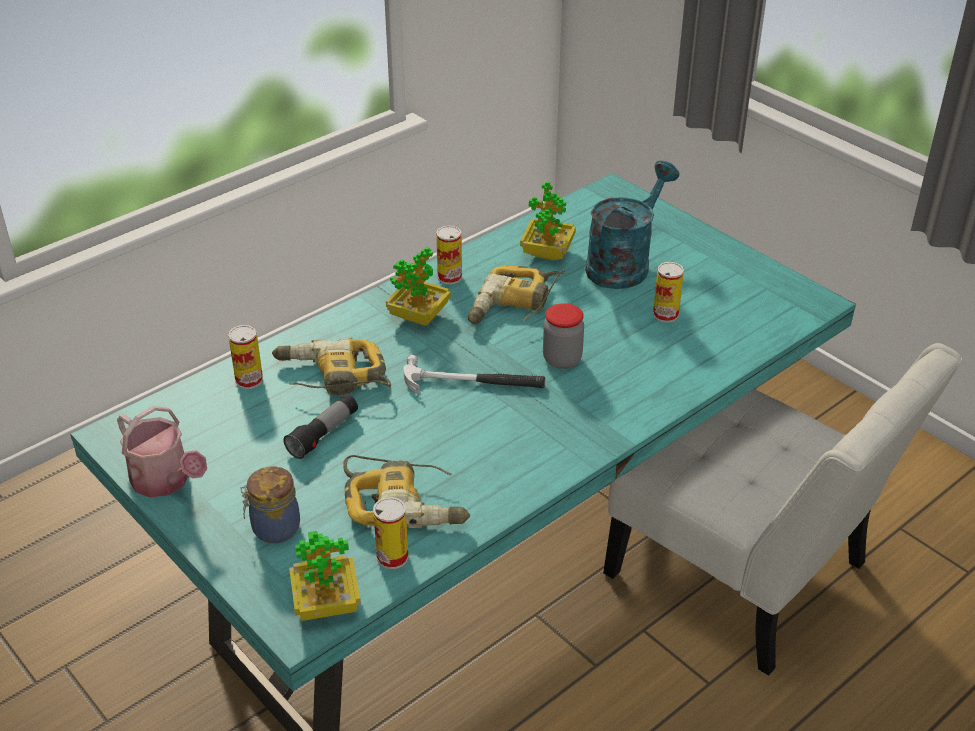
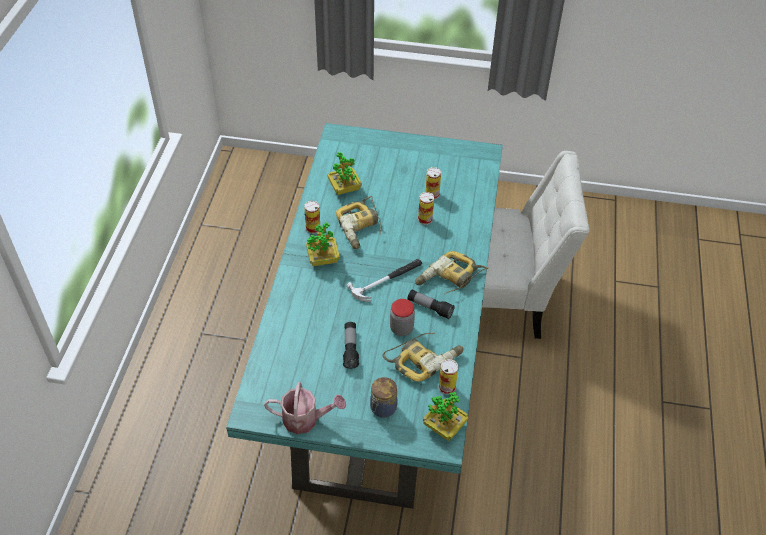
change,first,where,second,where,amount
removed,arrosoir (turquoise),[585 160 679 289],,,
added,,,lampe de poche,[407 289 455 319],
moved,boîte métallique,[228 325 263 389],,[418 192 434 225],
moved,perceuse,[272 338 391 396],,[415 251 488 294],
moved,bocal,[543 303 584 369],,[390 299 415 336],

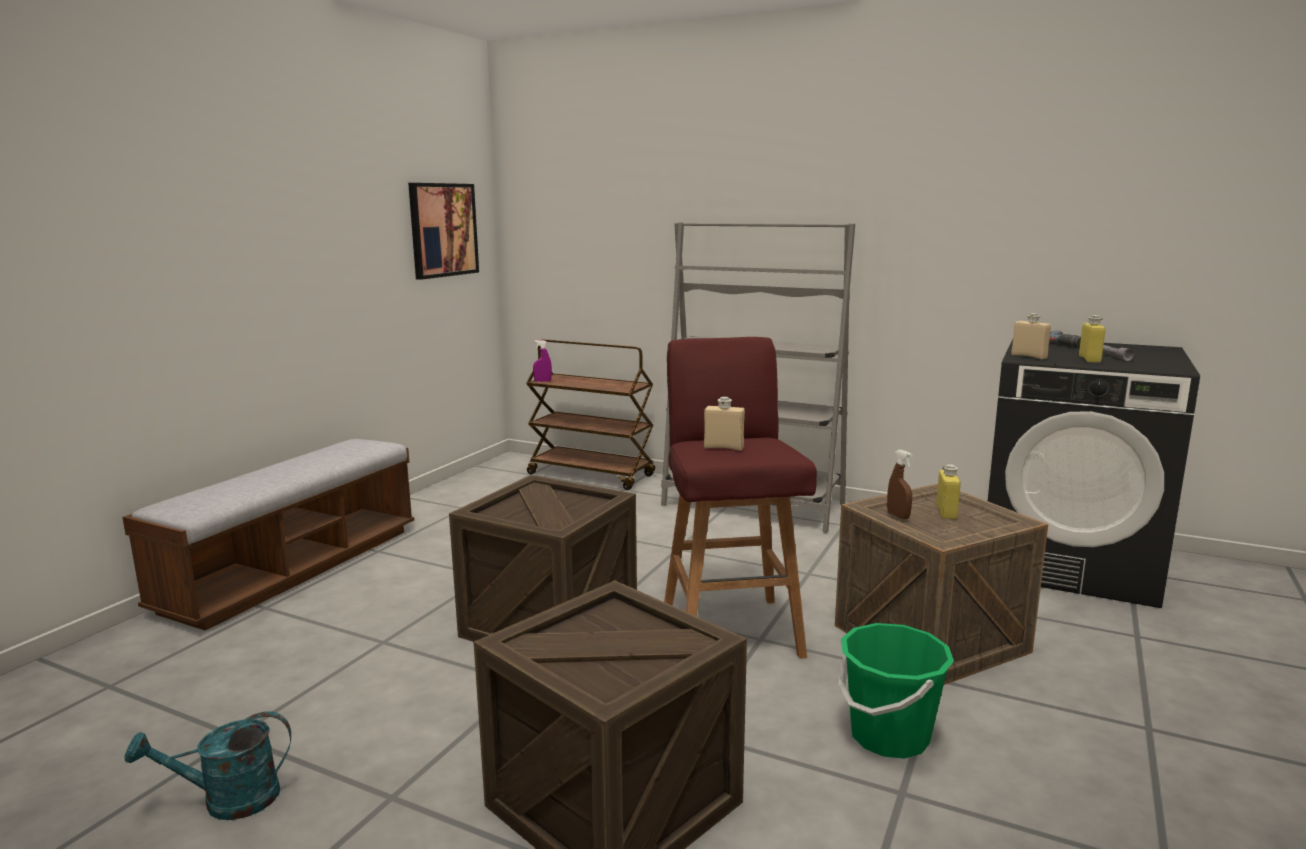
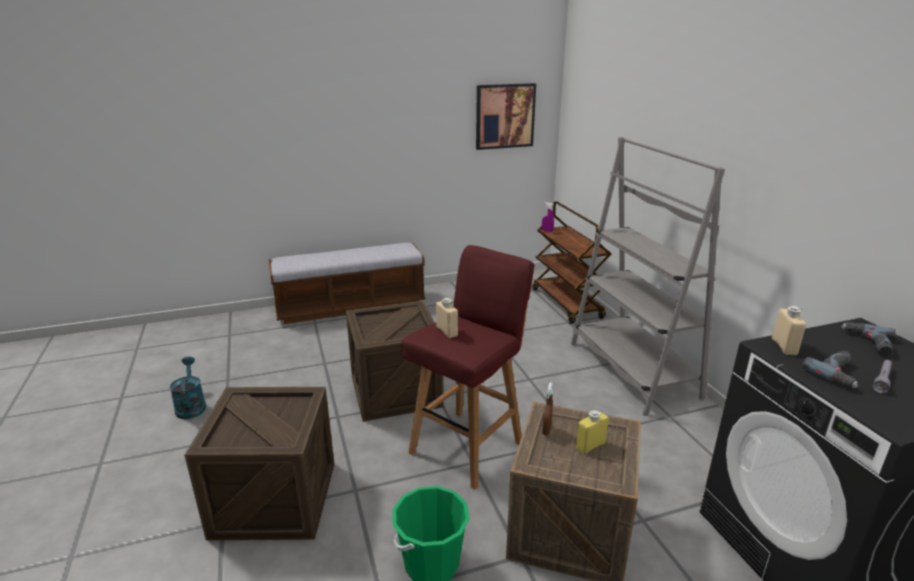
change,first,where,second,where,amount
replaced,bouteille (jaune),[1079 315 1106 363],perceuse,[802 351 858 389],
turned,arrosoir (turquoise),[124 711 291 820],,[170 357 206 419],45 degrees clockwise

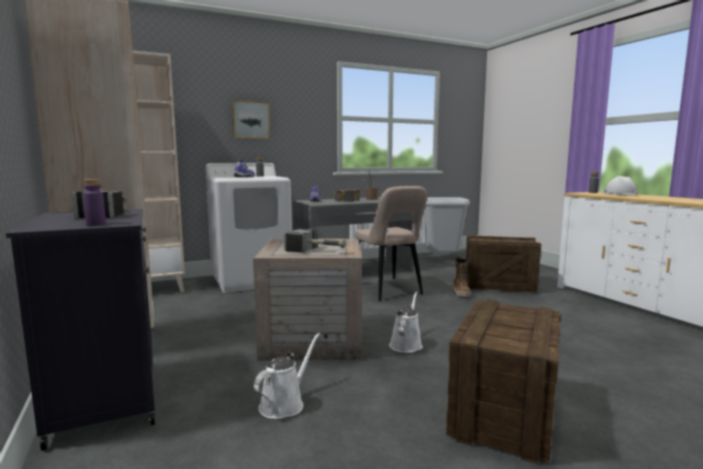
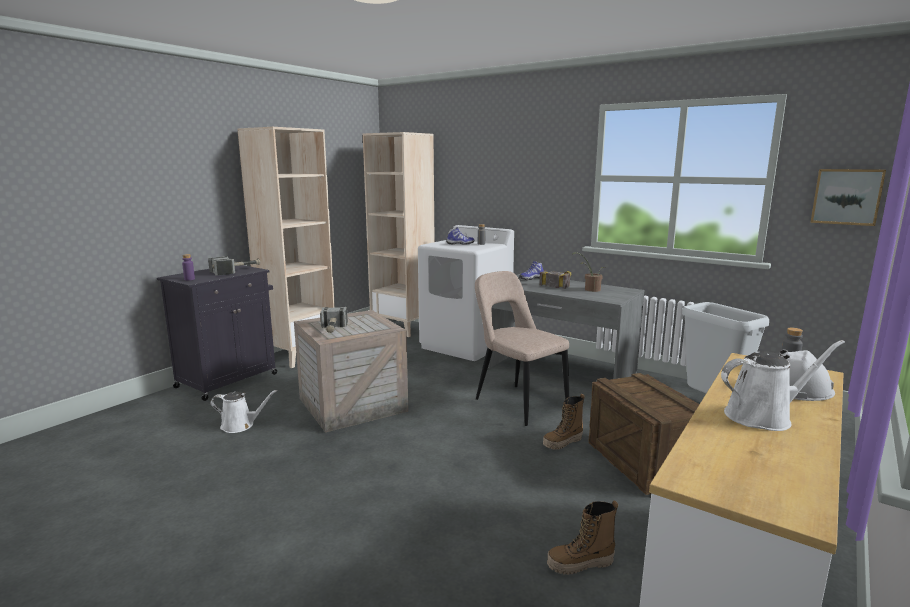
change,first,where,second,where,amount
removed,caisse,[446 299 561 464],,,
added,,,botte,[547 500 618 575],
moved,tableau,[232 100 270 139],,[810 169 886 226],
moved,arrosoir (blanc),[389 291 423 353],,[721 340 845 431],
turned,chaise (beige),[354 186 427 301],,[475 271 569 426],105 degrees clockwise

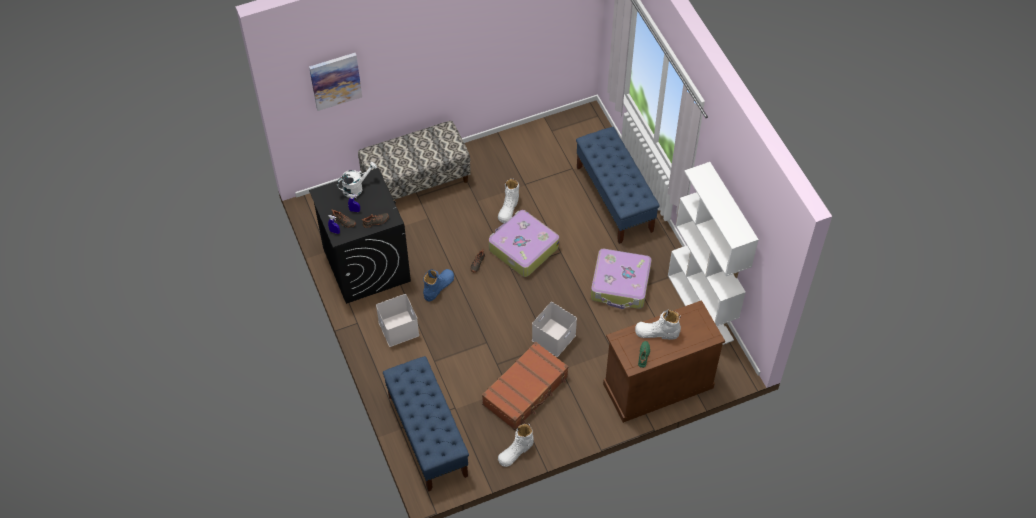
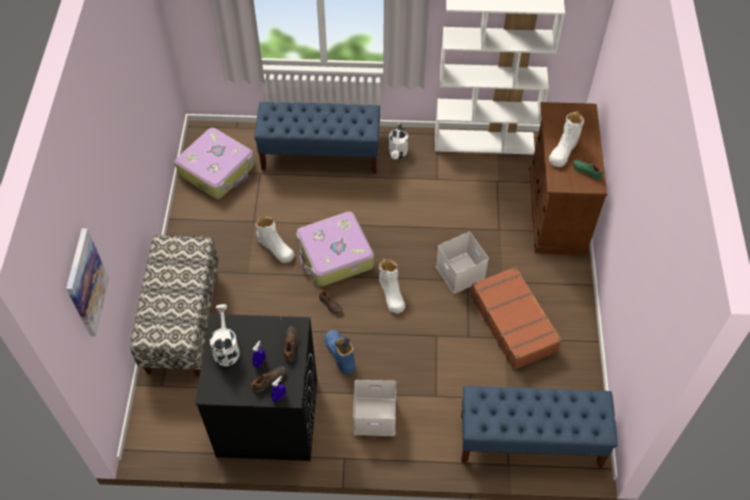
change,first,where,second,where,amount
added,,,arrosoir (blanc),[389 123 408 159],
moved,botte (blanc),[498 424 534 467],,[379 259 405 314],
moved,valise,[591 249 652 309],,[175 128 255 199],

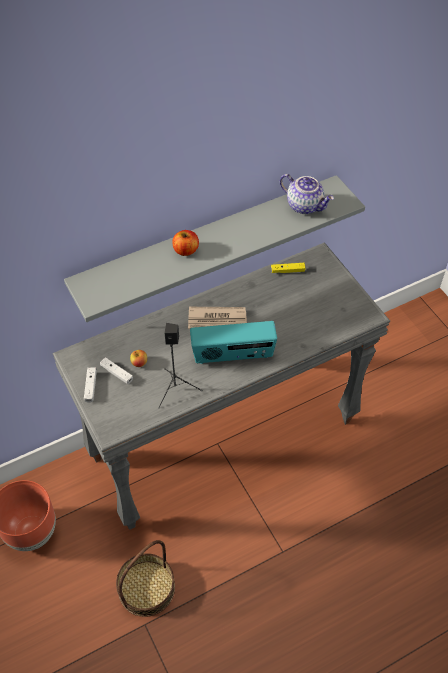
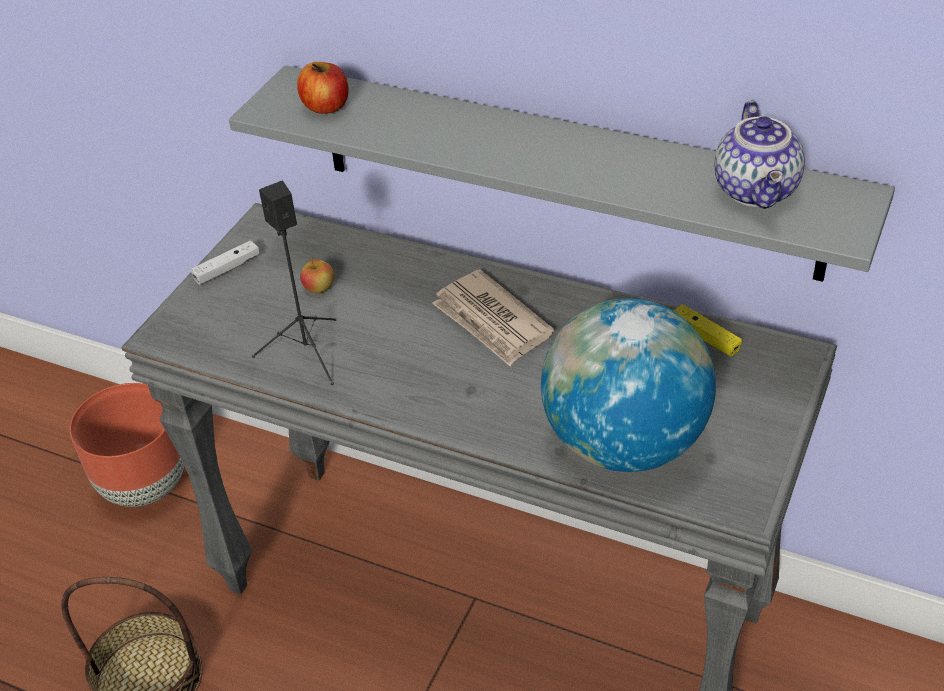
change,first,where,second,where,amount
removed,manette (blanc),[100 357 133 384],,,
removed,radio,[190 321 277 364],,,
added,,,globe,[541 298 716 472],
moved,pomme,[172 230 199 256],,[297 62 349 114],

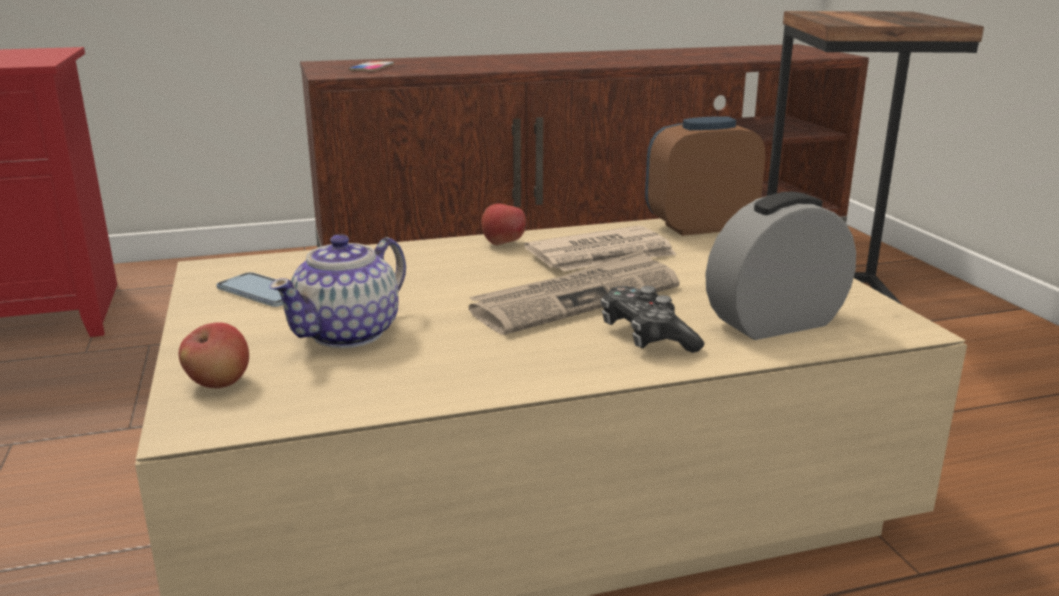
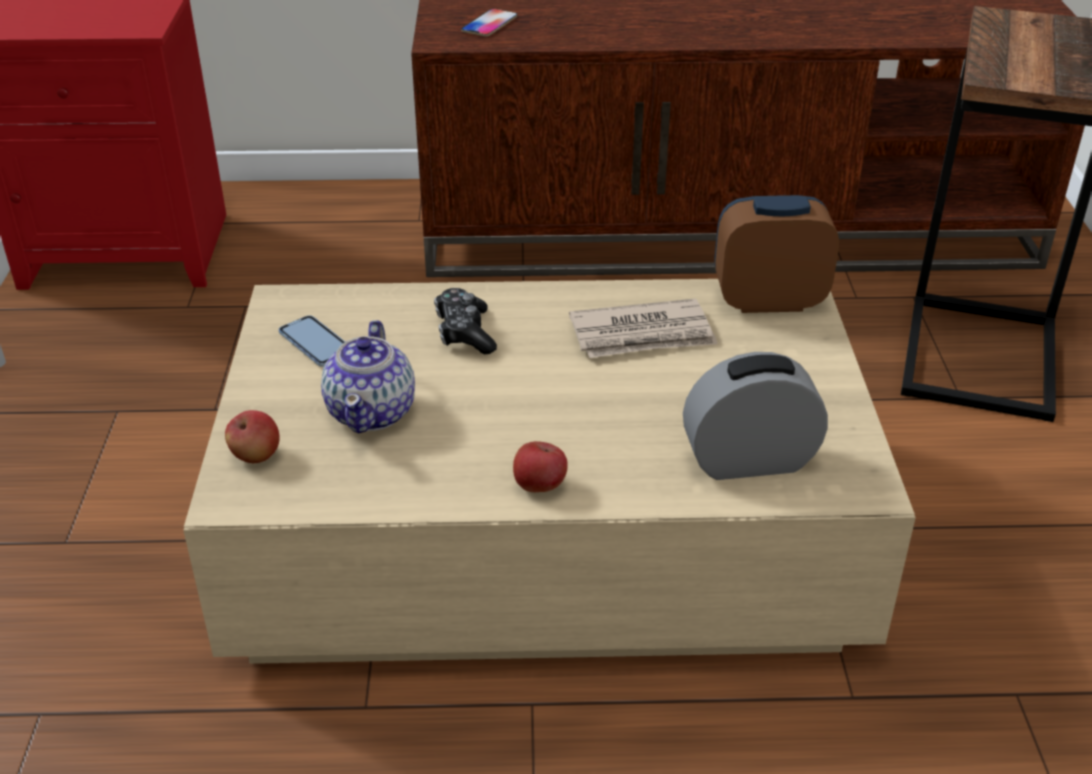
change,first,where,second,where,amount
removed,journal,[469 250 680 335],,,
moved,pomme,[481 204 526 245],,[513 441 568 492],
moved,manette,[601 286 704 353],,[434 288 497 355],
turned,théière,[269 234 406 348],,[321 320 415 433],45 degrees counterclockwise

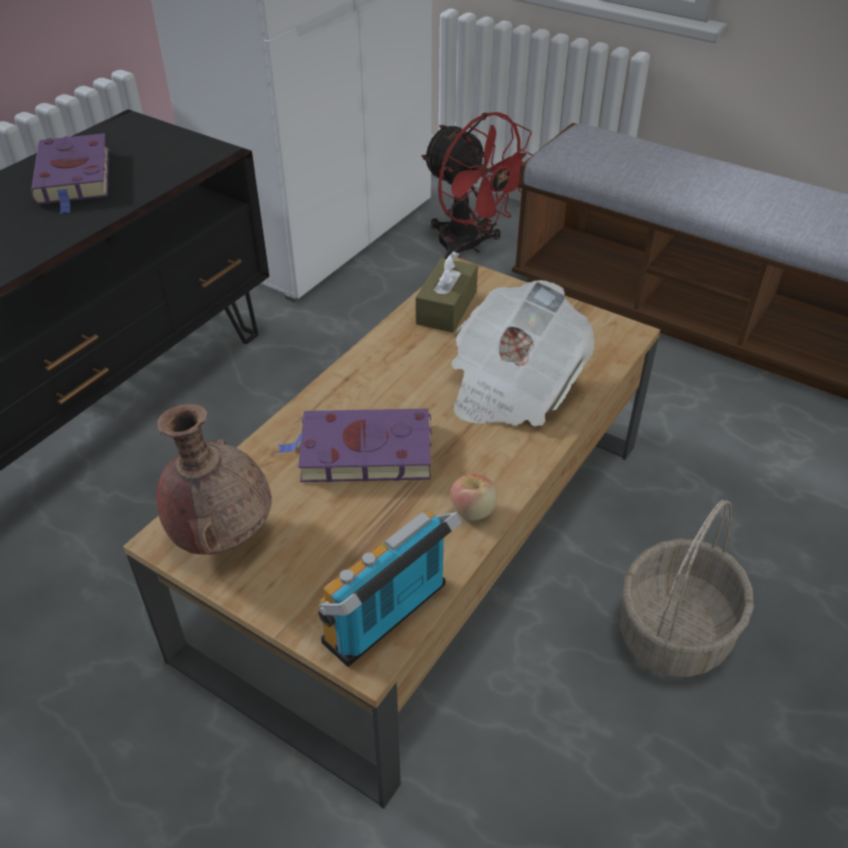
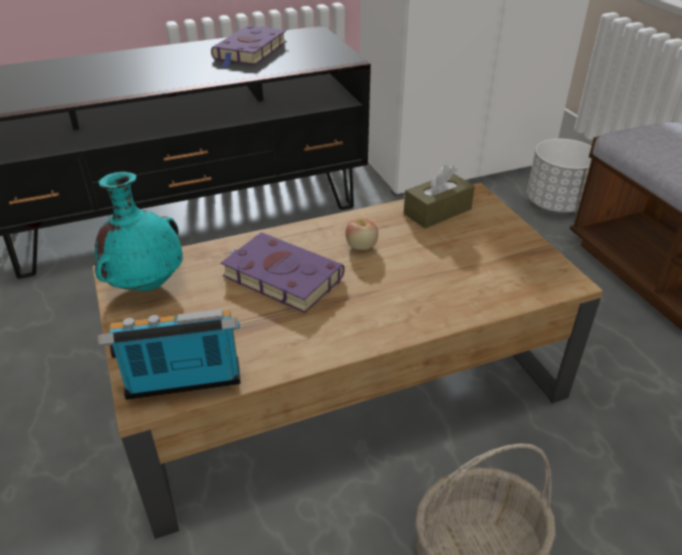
change,first,where,second,where,amount
removed,journal,[451 280 595 426],,,
moved,pomme,[450 474 497 520],,[346 218 378 250],
replaced,ventilateur (rouge),[421 112 532 259],cache-pot (blanc),[527 139 592 212],
recoloured,vase (marron),[156 404 272 555],vase (turquoise),[95 172 183 291],

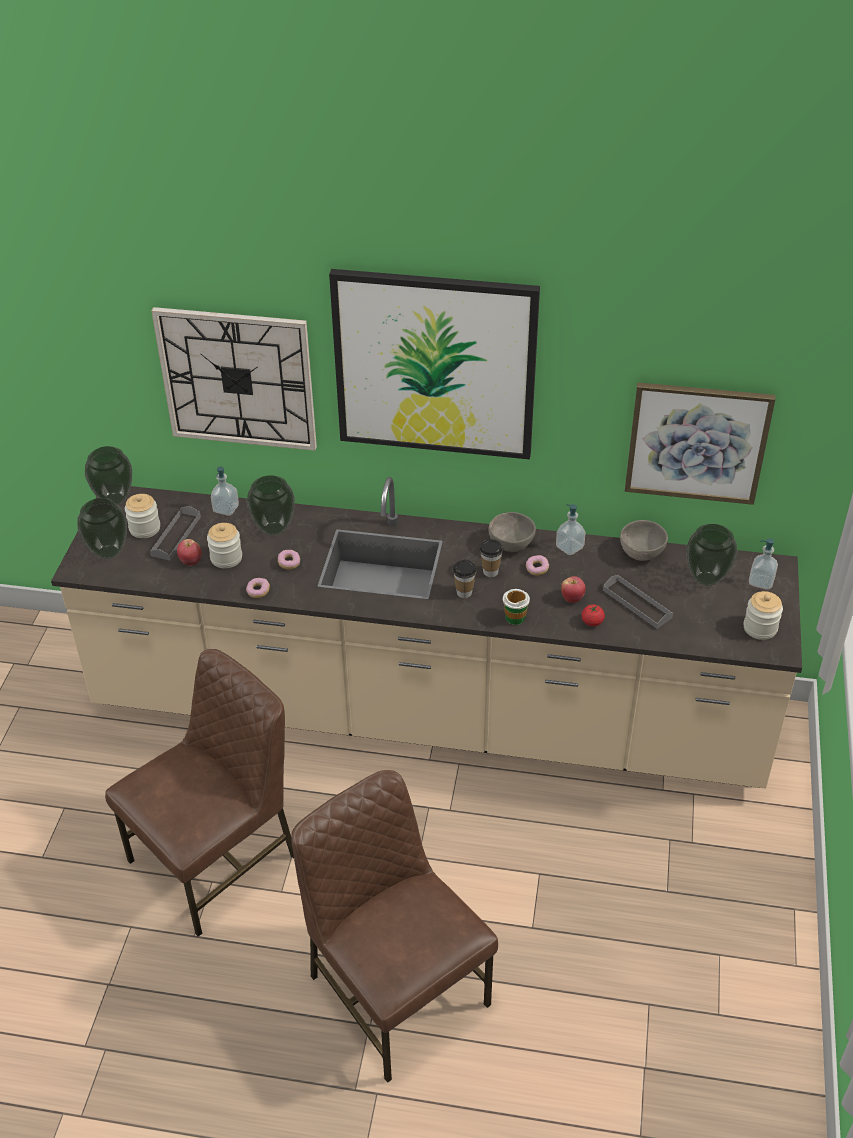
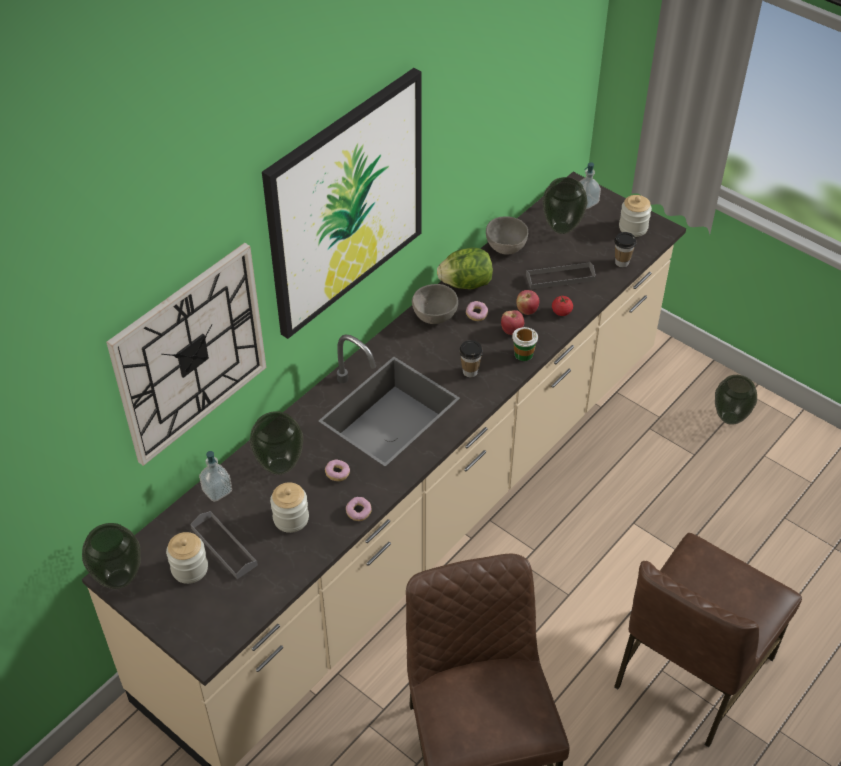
change,first,where,second,where,amount
removed,tableau,[625 382 775 505],,,
moved,vase,[77 498 127 559],,[715 375 757 425],
moved,pomme,[177 539 202 565],,[501 310 524 335],
moved,tasse,[479 539 503 577],,[614 232 637 267],
replaced,distributeur de savon,[556 504 586 555],laitue,[437 248 493 289],
turned,chaise (marron),[291 770 498 1083],,[614 533 802 747],45 degrees counterclockwise

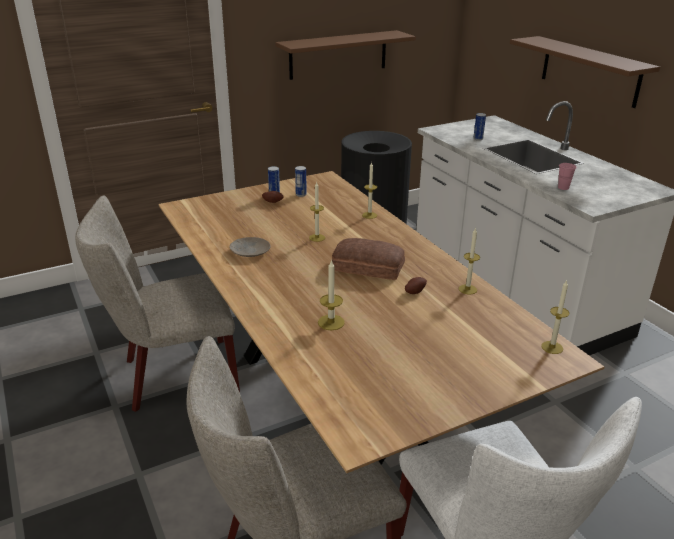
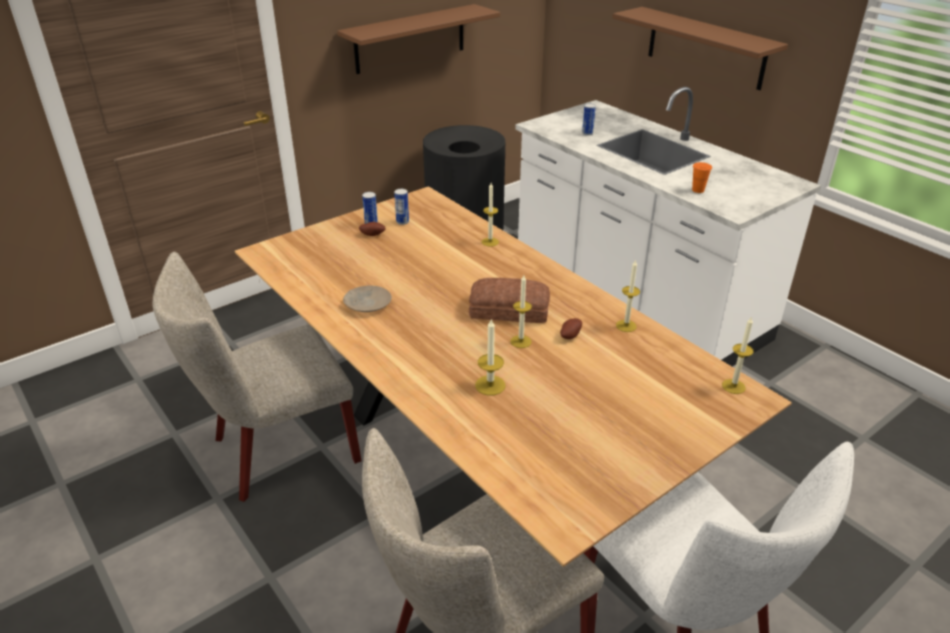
change,first,where,second,where,amount
moved,bougie,[309 182 325 242],,[510 275 532 348],
recoloured,tasse (rose),[558 163 577 190],tasse (orange),[692 162 712 193],

